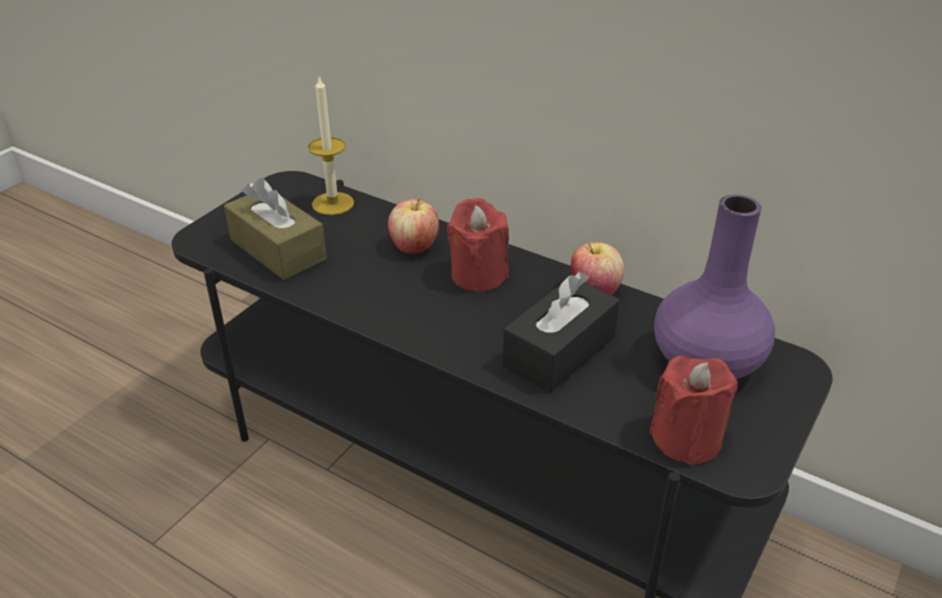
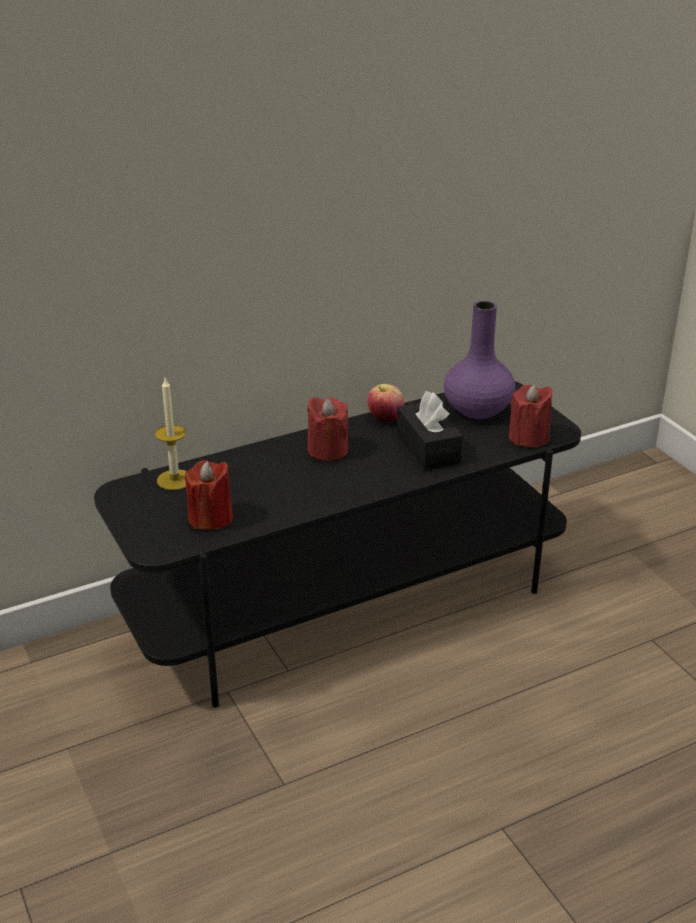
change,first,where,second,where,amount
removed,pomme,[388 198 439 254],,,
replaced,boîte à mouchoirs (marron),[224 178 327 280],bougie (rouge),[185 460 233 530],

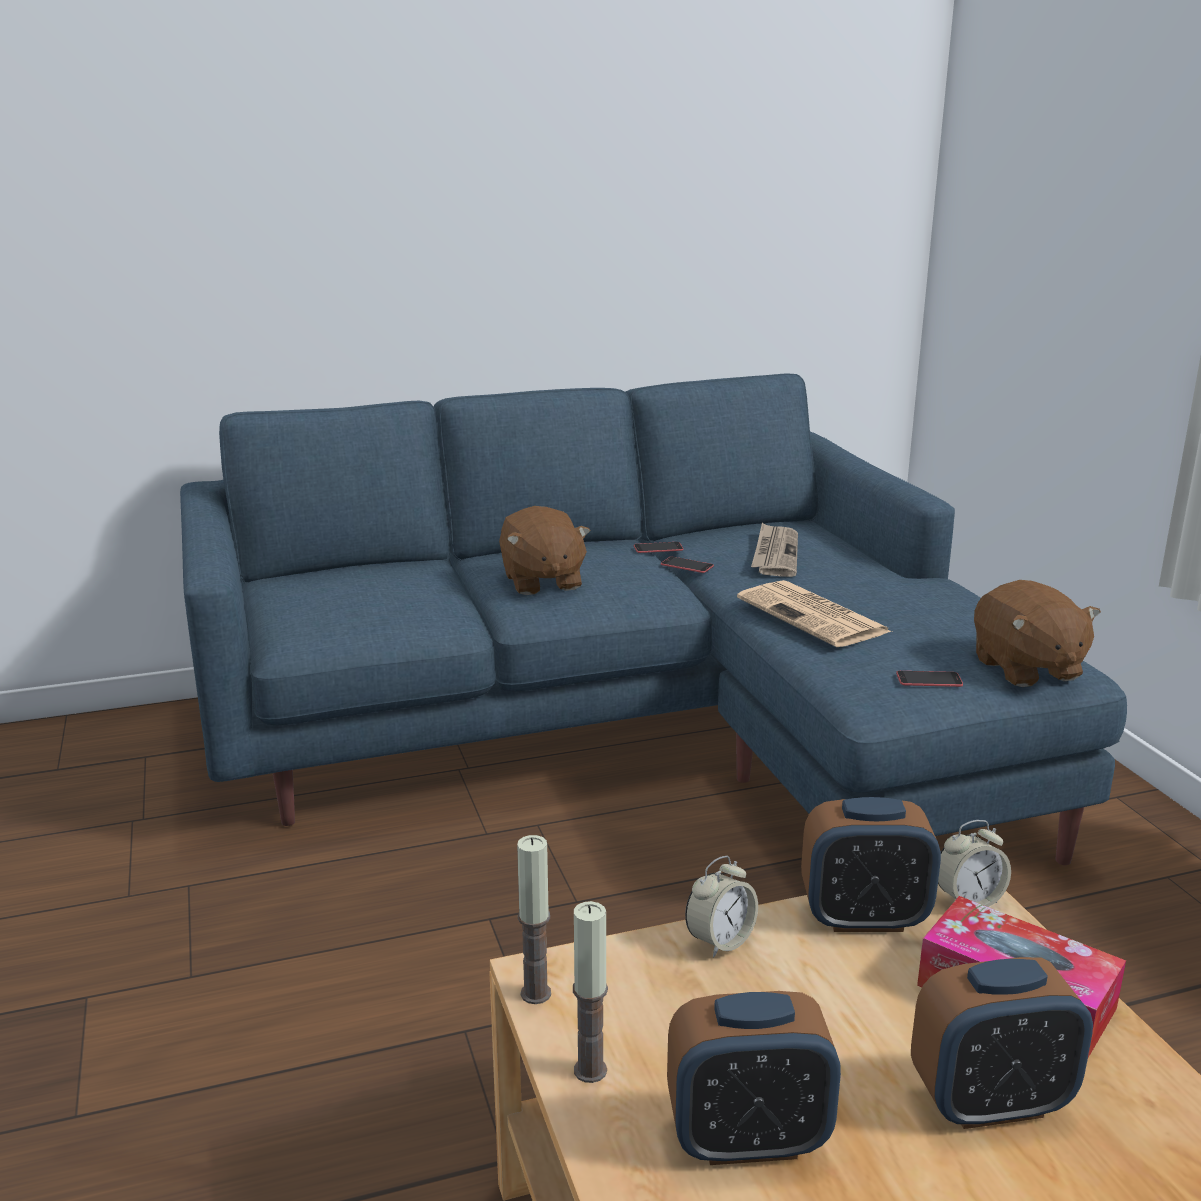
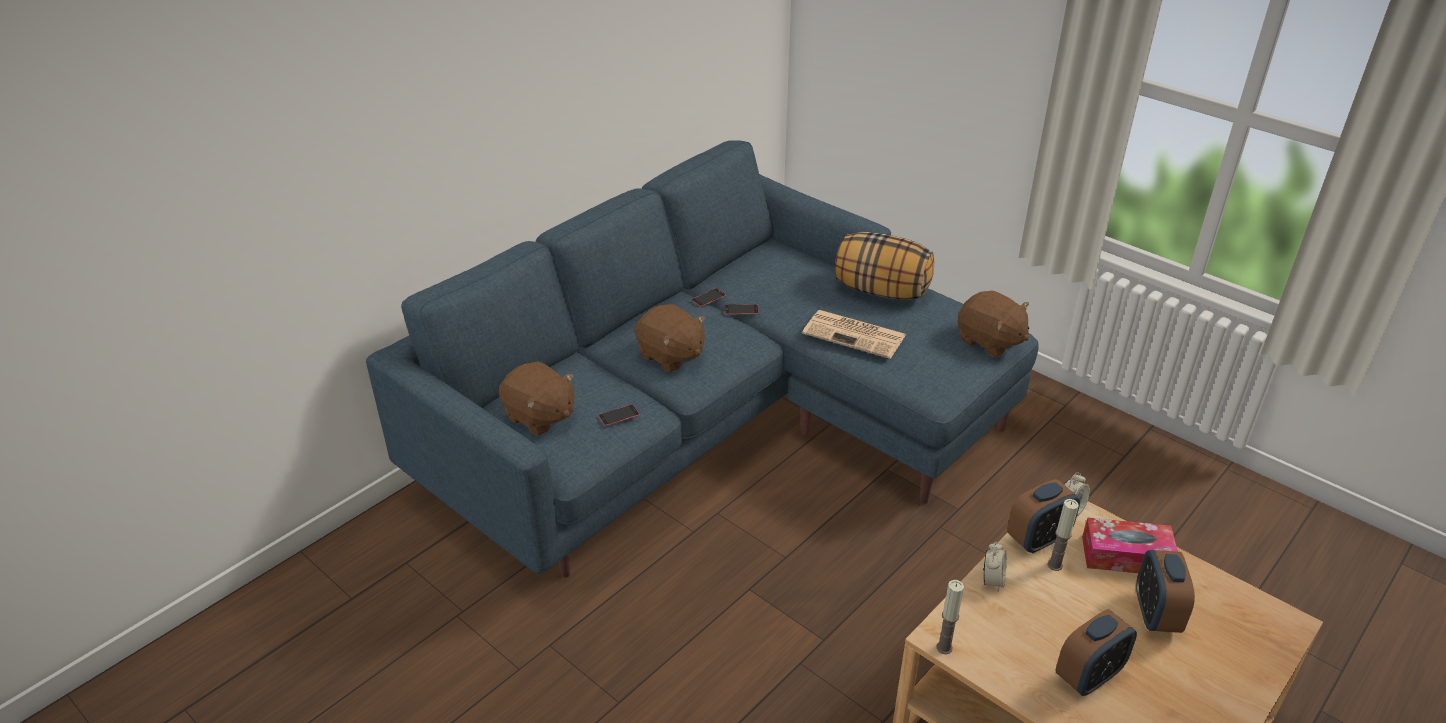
change,first,where,second,where,amount
removed,journal,[751 523 798 577],,,
added,,,peluche (marron),[498 361 575 436],
added,,,coussin,[835 232 934 300],
moved,bougie,[573 901 608 1083],,[1047 499 1079 571],
moved,téléphone,[896 671 963 687],,[598 404 640 426],
turned,réveil,[911 957 1093 1129],,[1136 550 1195 633],135 degrees clockwise

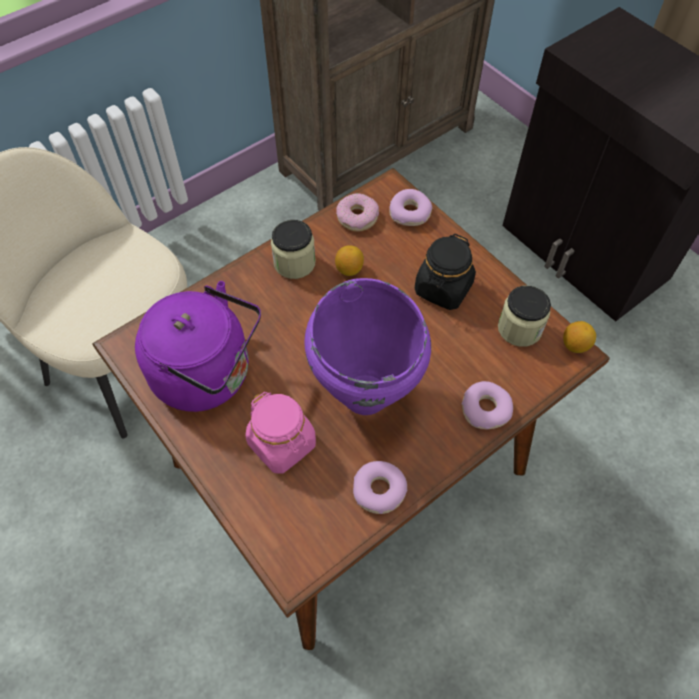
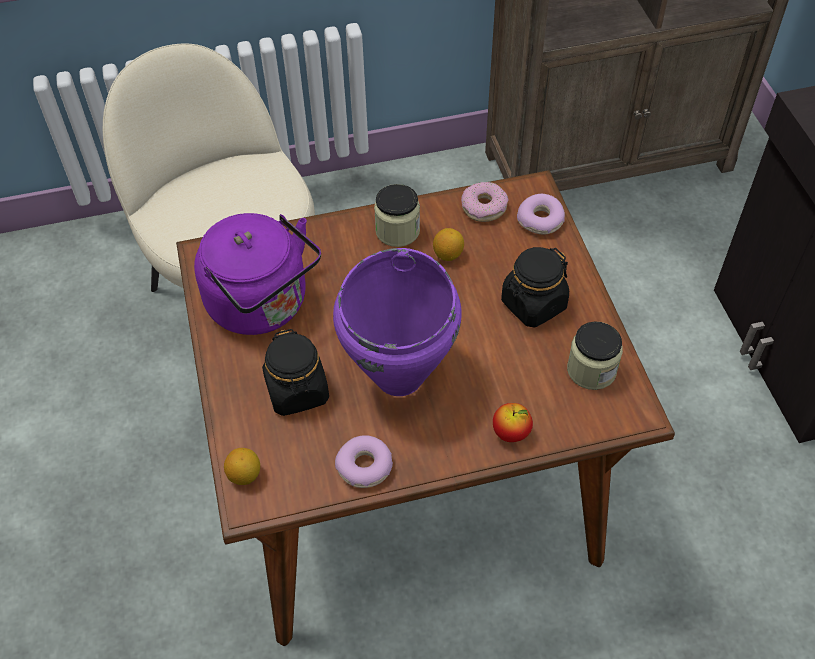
change,first,where,second,where,amount
moved,citron,[563 321 596 353],,[224 448 260 485],
replaced,beignet,[461 381 513 429],pomme,[493 403 533 442],
recoloured,bocal (rose),[245 392 316 474],bocal (noir),[262 329 329 416],

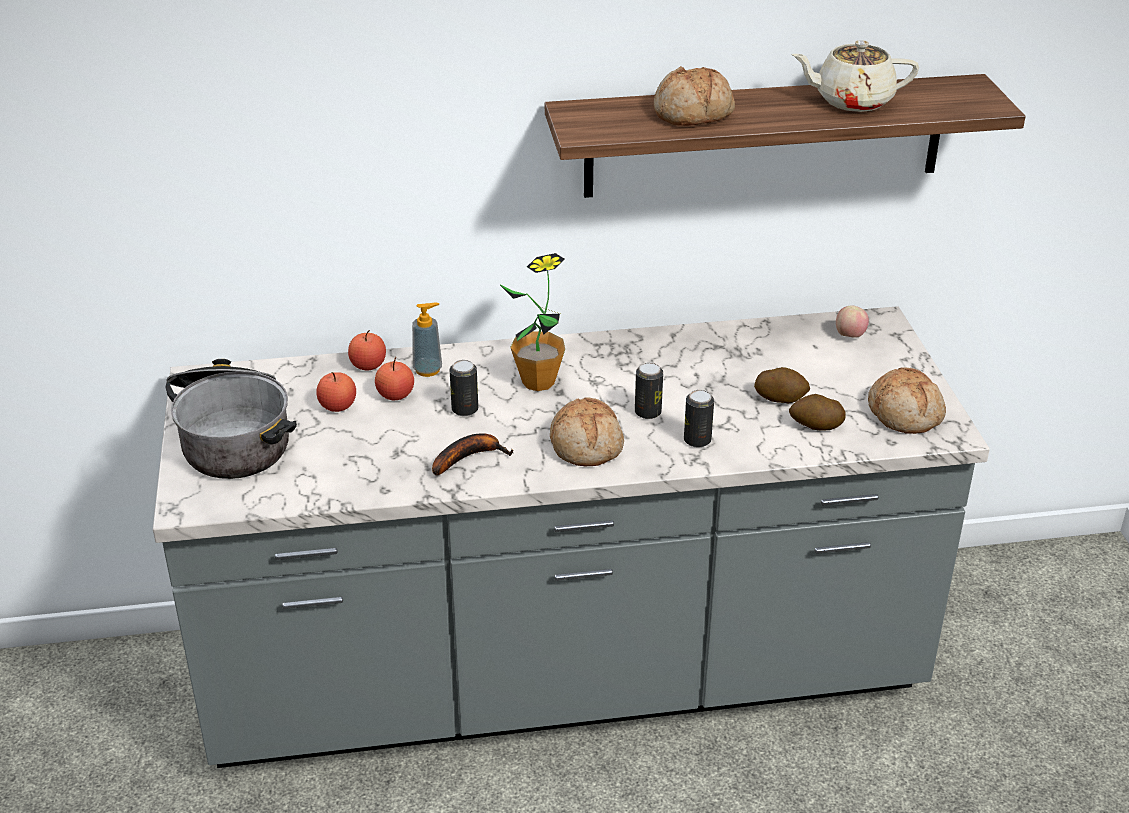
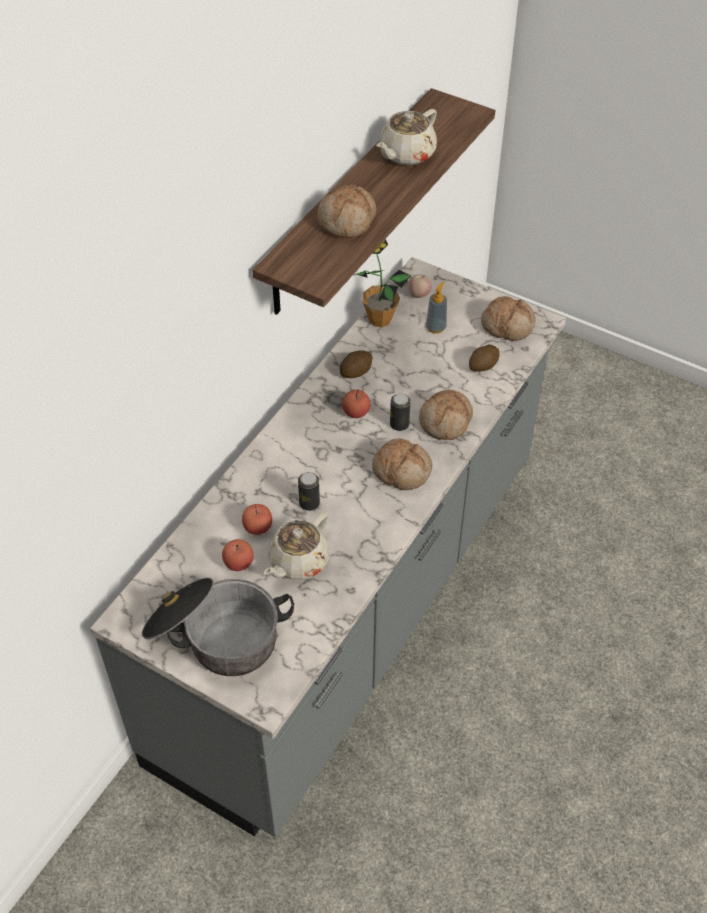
change,first,where,second,where,amount
removed,banane,[432 433 513 475],,,
added,,,théière (beige),[264 512 330 580],
moved,pomme,[348 330 386 370],,[342 389 371 418],
moved,distributeur de savon,[412 303 442 377],,[426 281 447 334],
moved,plante en pot,[499 253 565 391],,[354 239 411 327],
moved,pomme de terre,[754 367 810 404],,[339 350 372 378],
replaced,boîte métallique,[684 390 714 448],pain,[419 390 473 440],

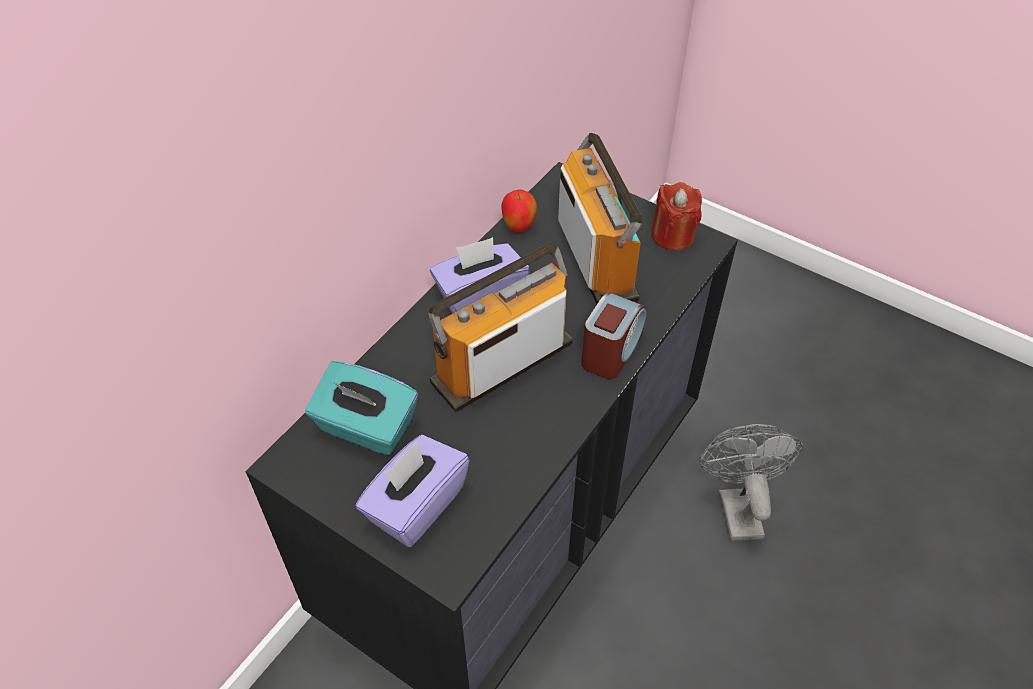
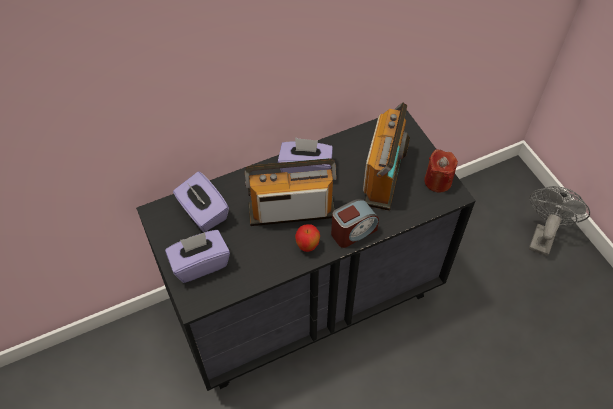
change,first,where,second,where,amount
moved,pomme,[501 190 537 232],,[295 224 320 252],
moved,ventilateur (gris),[698 424 803 541],,[529 186 590 256],
recoloured,boîte à mouchoirs (turquoise),[305 361 418 455],boîte à mouchoirs (violet),[173 172 229 232],

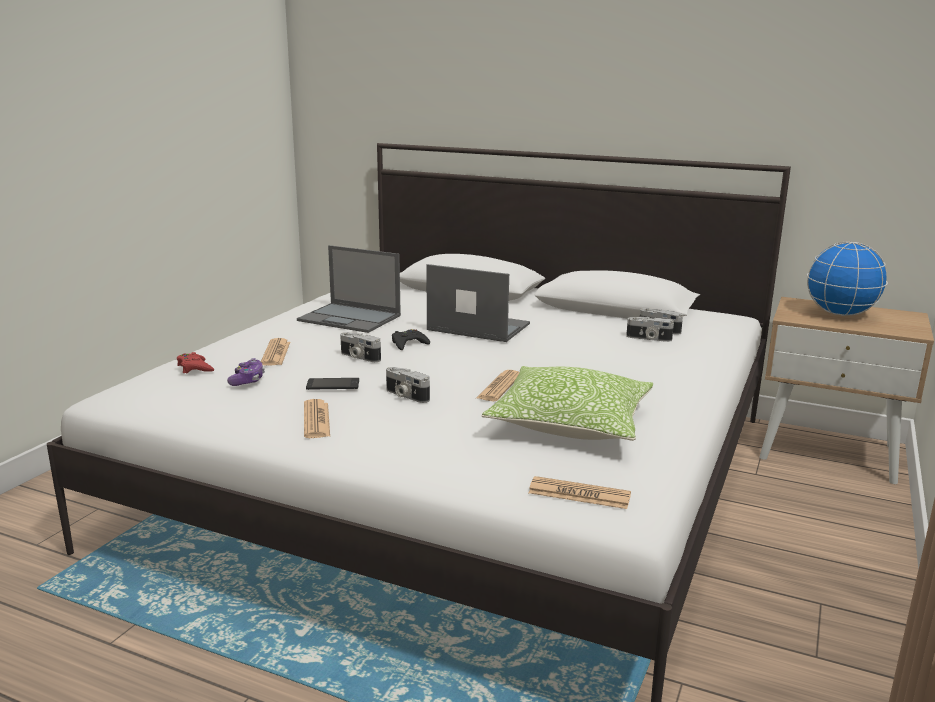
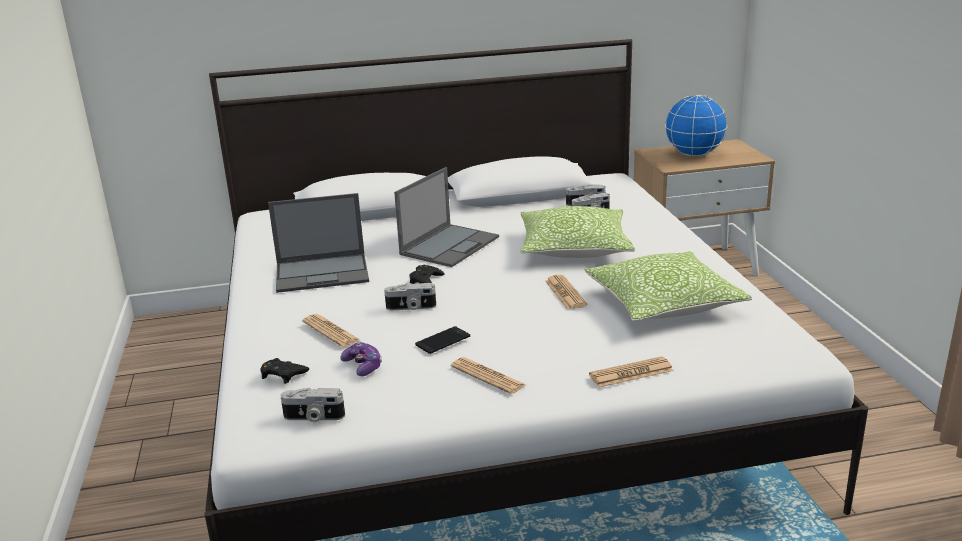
change,first,where,second,where,amount
added,,,coussin,[520 206 635 258],
moved,appareil photo,[386 367 430 403],,[280 388 345 423],
moved,journal,[528 476 631 509],,[589 356 674 387],
recoloured,manette (rouge),[177 352 214 373],manette (noir),[260 358 309 384],
turned,ordinateur portable,[426 264 530 342],,[394 167 499 267],135 degrees clockwise

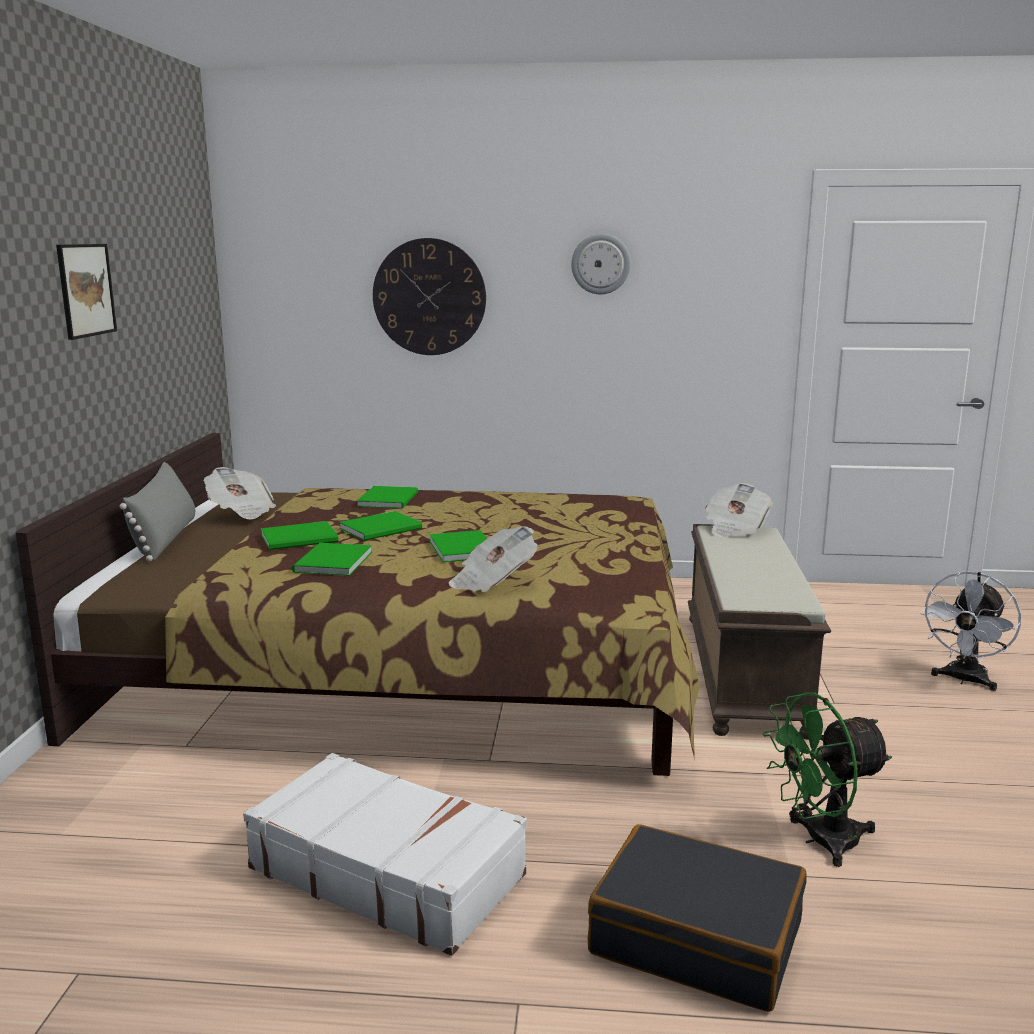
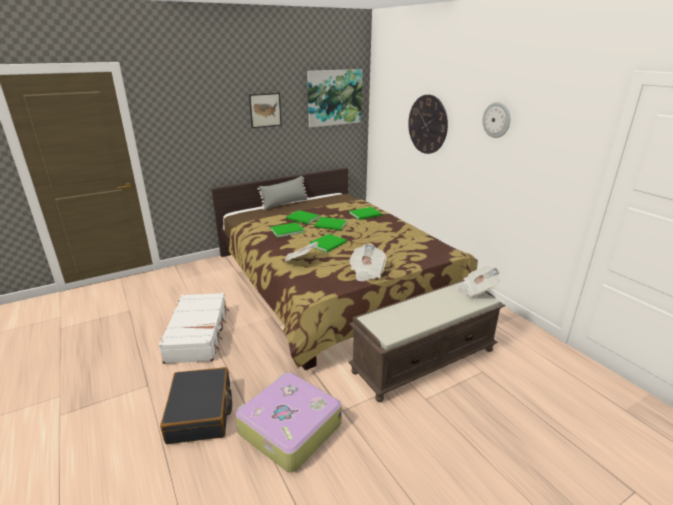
change,first,where,second,where,amount
removed,ventilateur (blanc),[920 571 1021 691],,,
added,,,tableau,[307 69 363 127],
moved,journal,[204 467 276 520],,[349 244 387 281],
replaced,ventilateur (vert),[763 693 892 867],valise,[236 372 342 473],

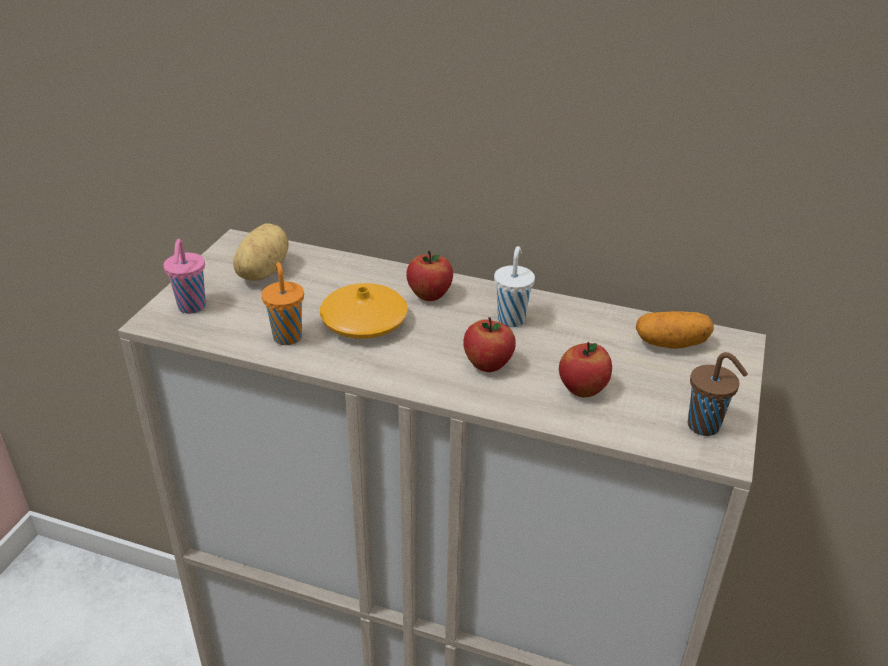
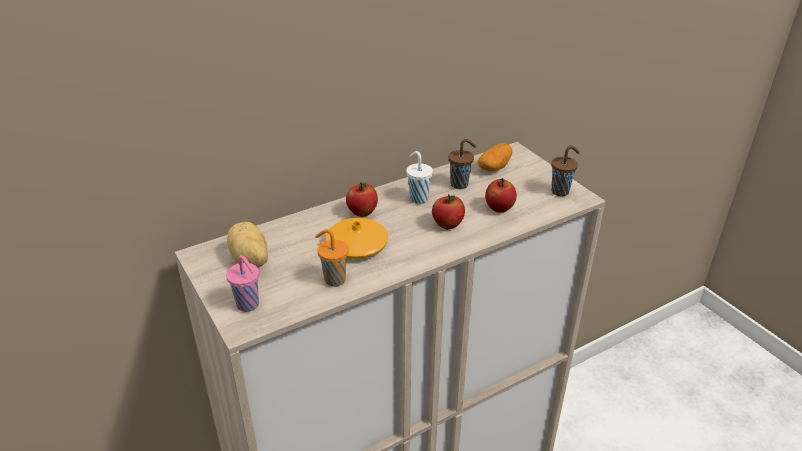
change,first,where,second,where,amount
added,,,tasse (marron),[448 139 476 189],

